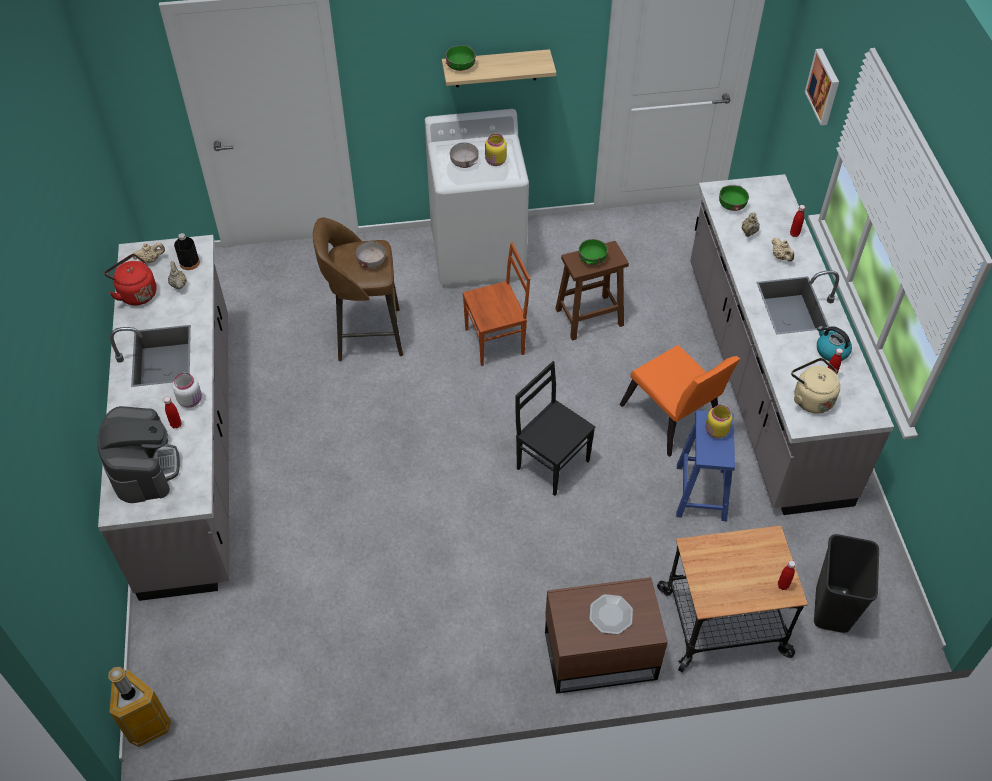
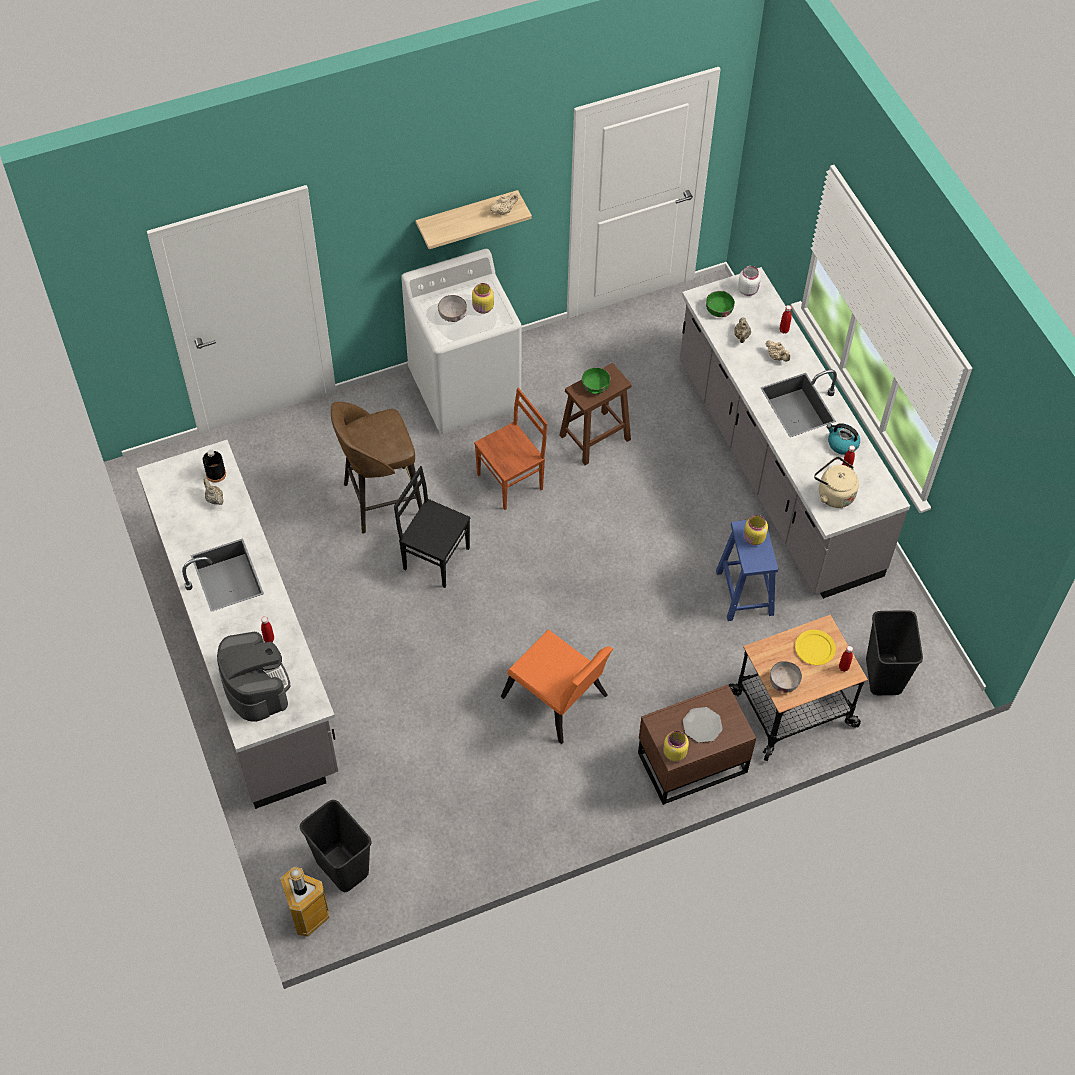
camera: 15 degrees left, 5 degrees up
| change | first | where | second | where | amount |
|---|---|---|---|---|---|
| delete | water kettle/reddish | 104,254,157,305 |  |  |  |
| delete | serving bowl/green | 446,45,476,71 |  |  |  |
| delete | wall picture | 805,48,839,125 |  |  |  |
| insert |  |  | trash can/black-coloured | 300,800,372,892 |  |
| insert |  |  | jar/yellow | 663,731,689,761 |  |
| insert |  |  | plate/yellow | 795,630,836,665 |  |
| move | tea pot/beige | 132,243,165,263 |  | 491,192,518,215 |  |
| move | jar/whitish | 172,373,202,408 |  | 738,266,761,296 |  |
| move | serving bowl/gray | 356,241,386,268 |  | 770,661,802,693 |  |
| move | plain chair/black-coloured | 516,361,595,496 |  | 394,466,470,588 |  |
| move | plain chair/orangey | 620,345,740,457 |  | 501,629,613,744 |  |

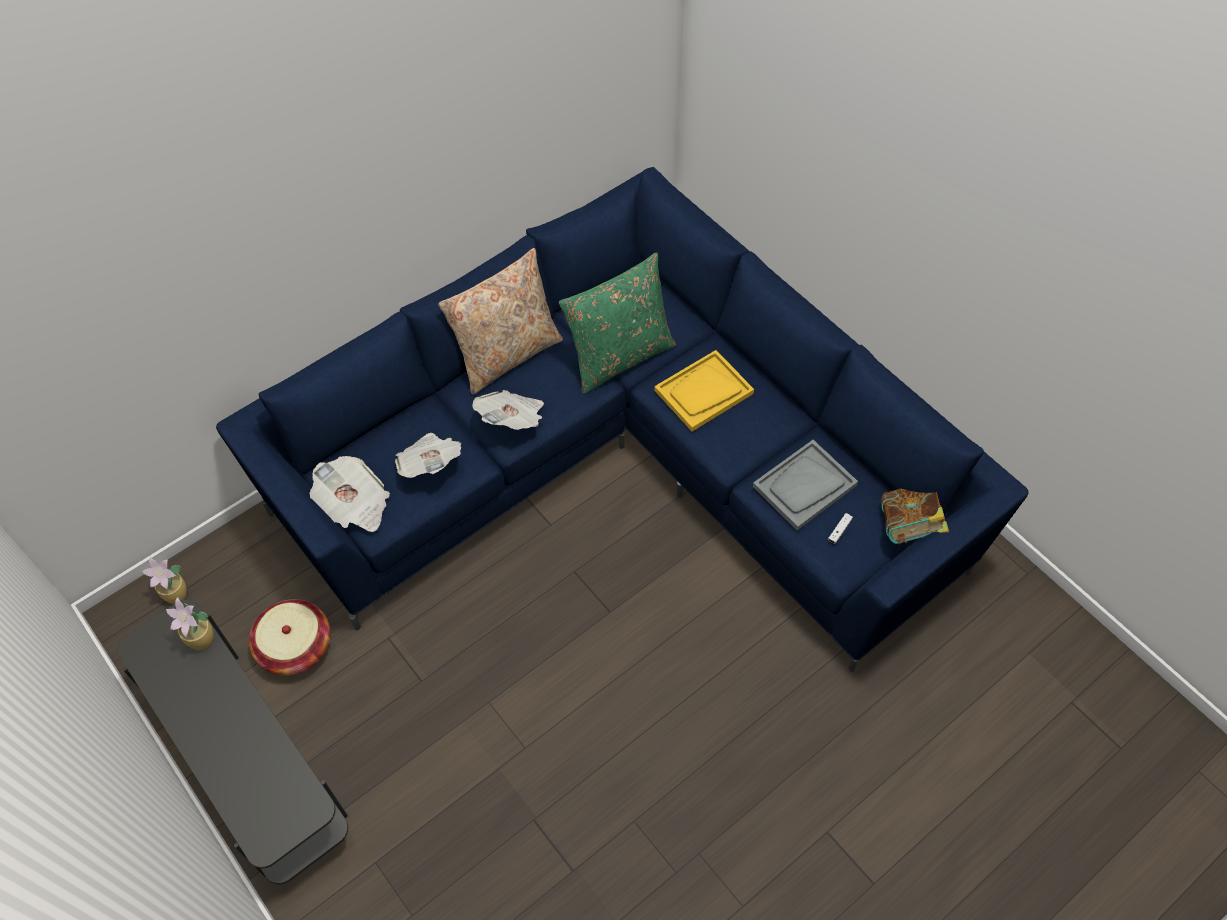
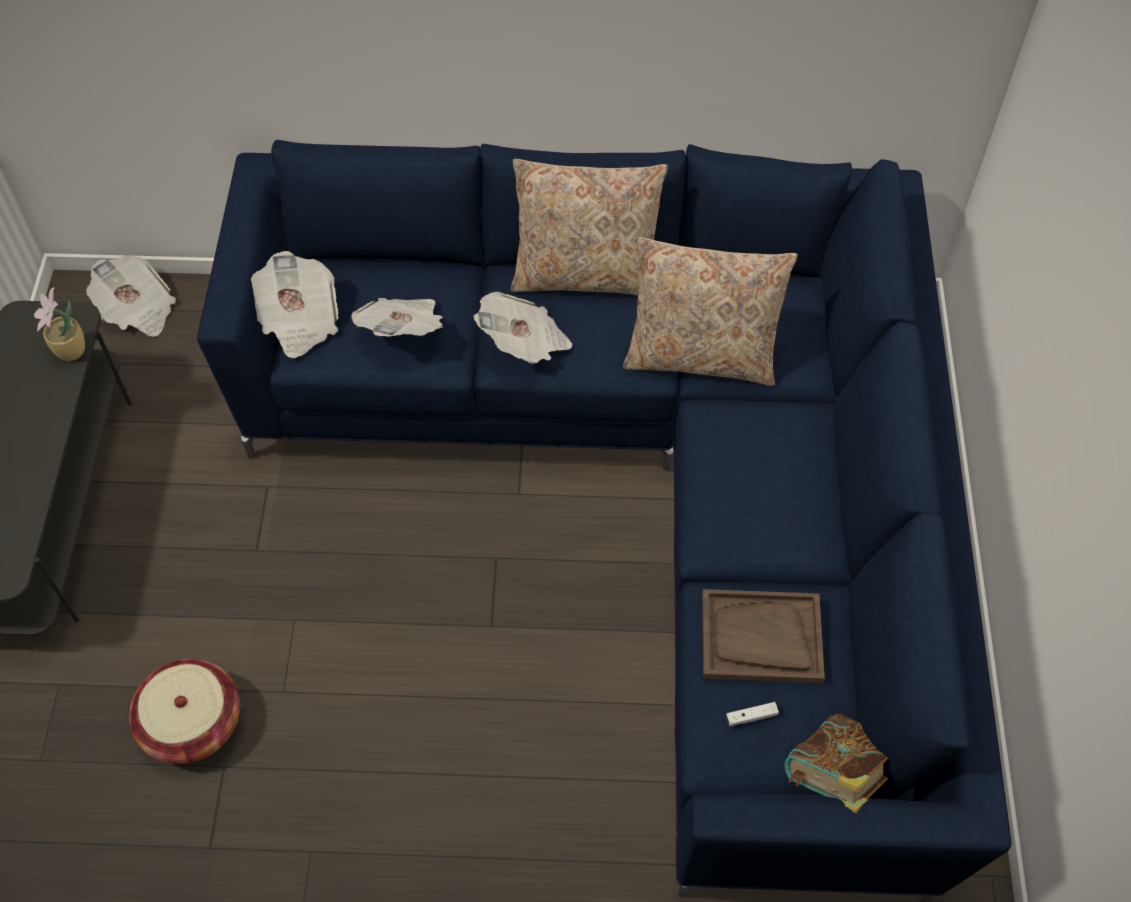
camera: 40 degrees right, 0 degrees up
| change | first | where | second | where | amount |
|---|---|---|---|---|---|
| delete | carrying tray/yellow | 655,350,754,432 |  |  |  |
| move | household basket | 249,599,331,676 |  | 129,659,240,764 |  |
| replace | plant in a pot | 142,557,187,604 | daily paper | 86,255,176,337 |  |
| recolor | throw pillow/green | 559,252,676,394 | throw pillow/beige | 623,237,798,386 |  |
| recolor | carrying tray/gray | 753,440,858,530 | carrying tray/brown-coloured | 702,589,825,683 |  |

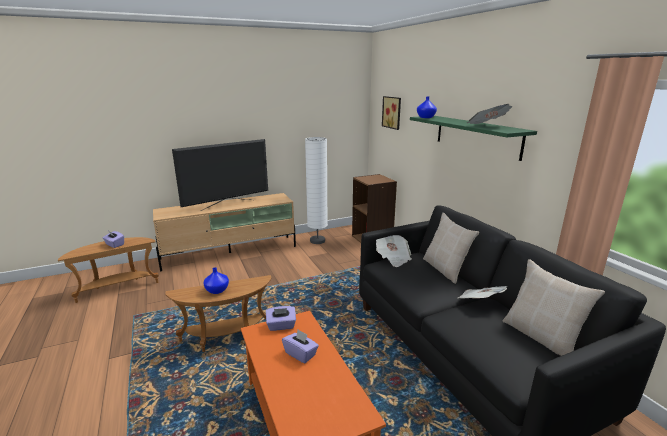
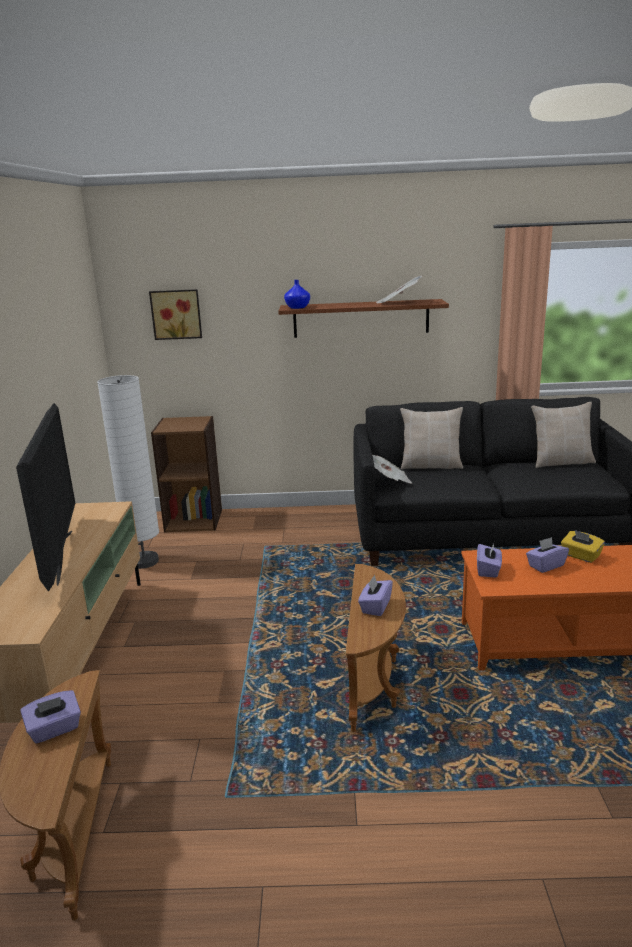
camera: 65 degrees left, 0 degrees up
| change | first | where | second | where | amount |
|---|---|---|---|---|---|
| delete | daily paper | 458,286,507,299 |  |  |  |
| insert |  |  | tissue box/yellow | 561,530,605,563 |  |
| replace | vase/bluish | 203,267,229,294 | tissue box/purple | 358,575,393,616 |  |
| recolor | wall shelf/green | 410,116,537,161 | wall shelf/brown-coloured | 278,299,449,338 |  |

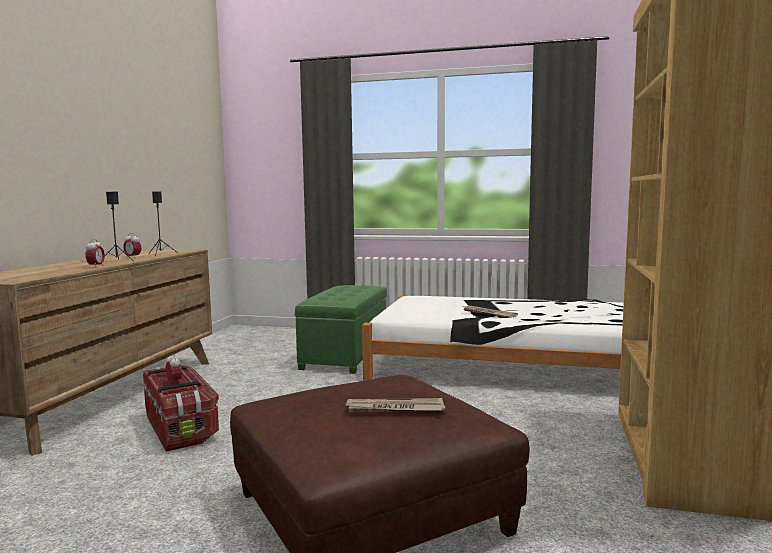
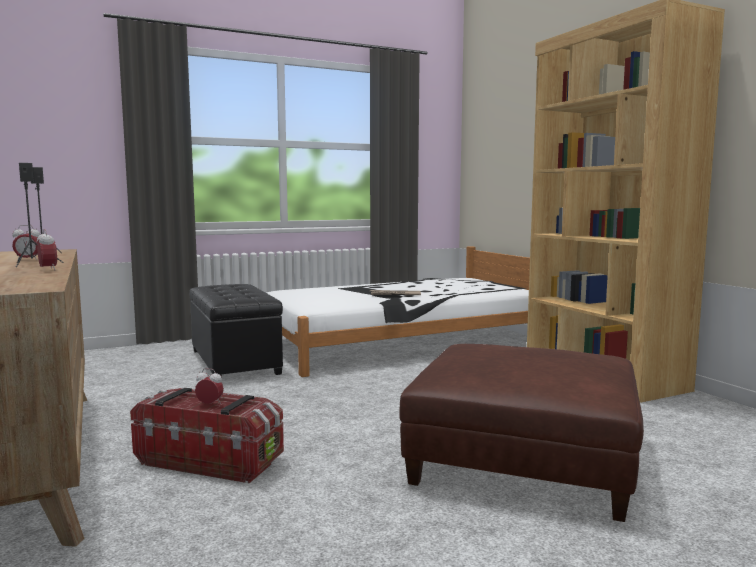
camera: 40 degrees left, 0 degrees up
| change | first | where | second | where | amount |
|---|---|---|---|---|---|
| delete | daily paper | 345,398,445,412 |  |  |  |
| recolor | ottoman/green | 295,285,387,374 | ottoman/black-coloured | 189,284,283,378 |  |

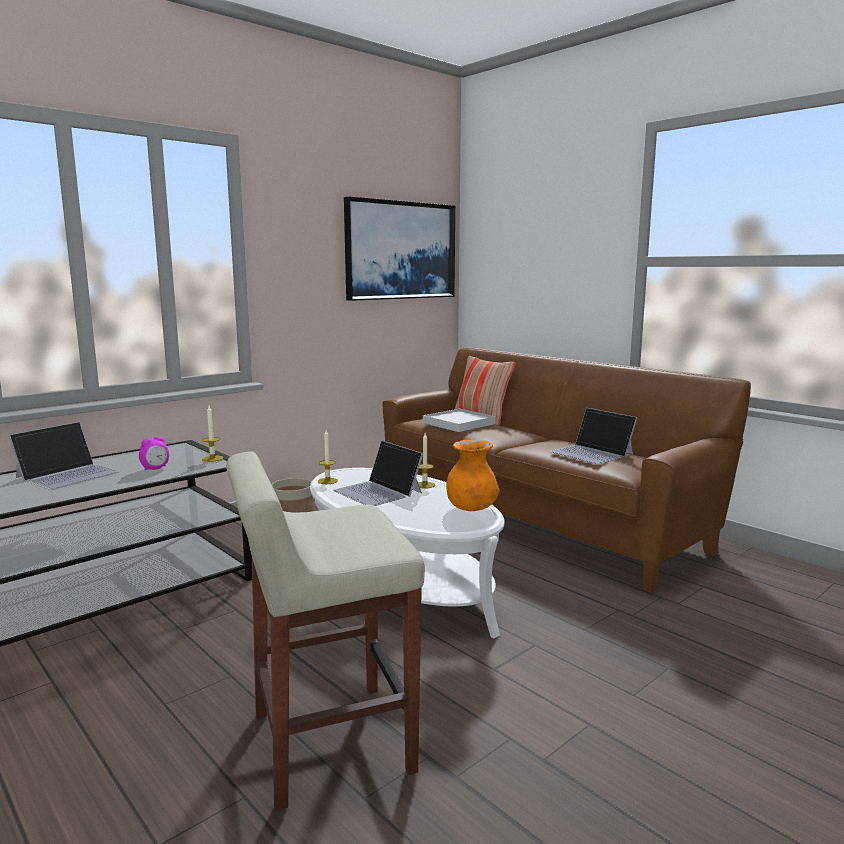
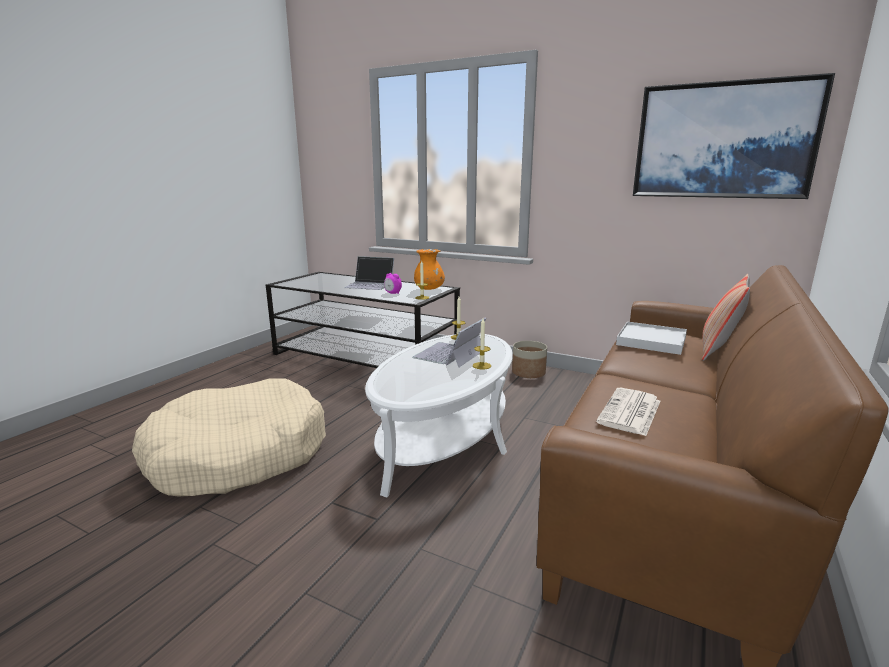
camera: 70 degrees right, 5 degrees up
| change | first | where | second | where | amount |
|---|---|---|---|---|---|
| move | vase/orangey | 446,439,500,511 |  | 414,249,445,290 |  |
| replace | stool seat/beige | 226,451,425,811 | dog cushion/beige | 132,378,326,496 |  |
| replace | portable computer | 550,408,638,464 | daily paper | 596,388,660,436 |  |

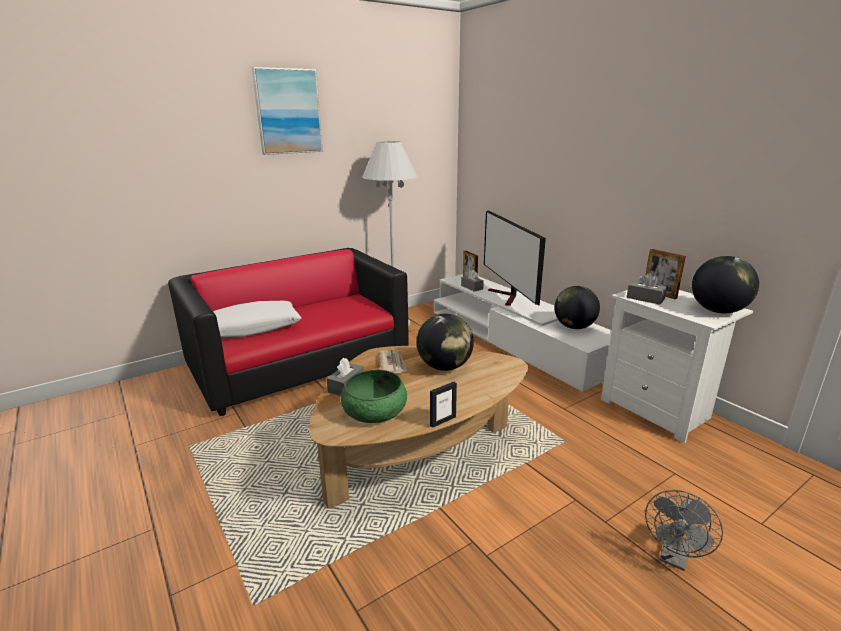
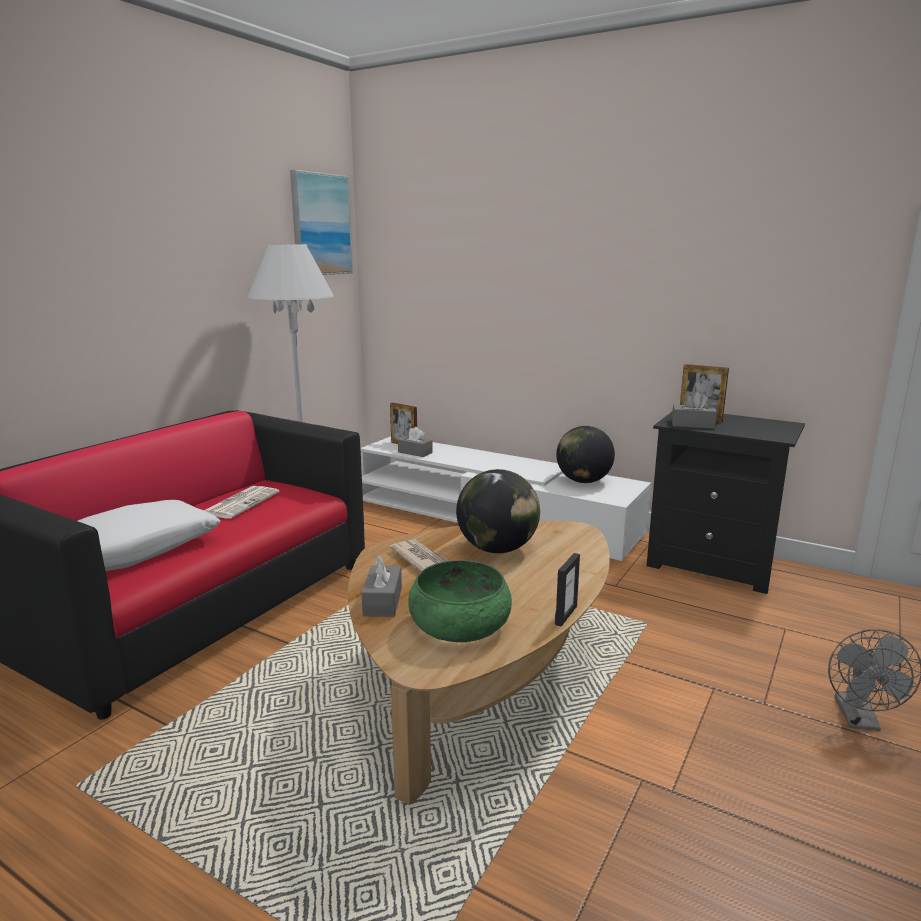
camera: 25 degrees left, 5 degrees down
| change | first | where | second | where | amount |
|---|---|---|---|---|---|
| delete | TV set | 484,210,546,306 |  |  |  |
| delete | globe | 692,256,759,313 |  |  |  |
| insert |  |  | daily paper | 204,486,279,519 |  |
| move | wall picture | 252,67,323,155 |  | 290,170,353,275 |  |
| recolor | nightstand/whitish | 601,290,753,443 | nightstand/black-coloured | 647,412,805,594 |  |

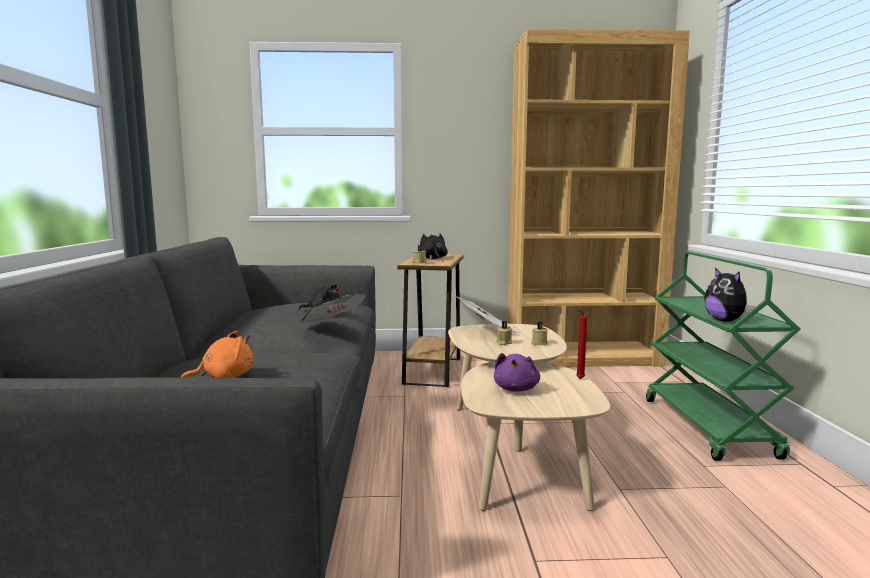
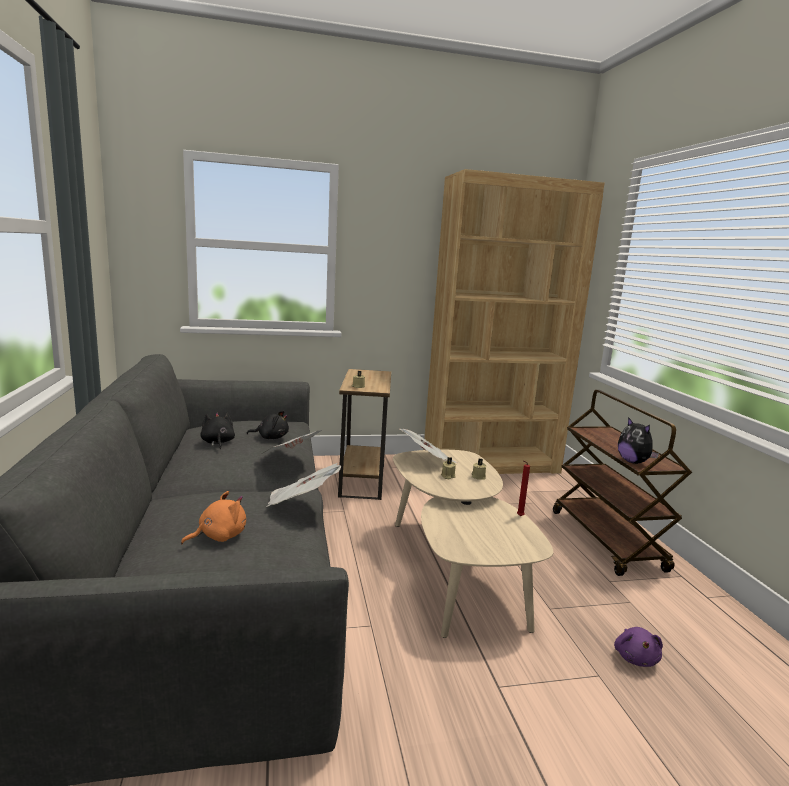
camera: 10 degrees left, 5 degrees up
| change | first | where | second | where | amount |
|---|---|---|---|---|---|
| insert |  |  | daily paper | 266,463,341,507 |  |
| move | plush toy/black-coloured | 420,233,448,259 |  | 200,413,235,449 |  |
| move | plush toy/purple | 494,353,540,392 |  | 614,627,663,667 |  |
| recolor | wheeled cart/green | 646,252,800,461 | wheeled cart/brown-coloured | 553,390,692,576 |  |

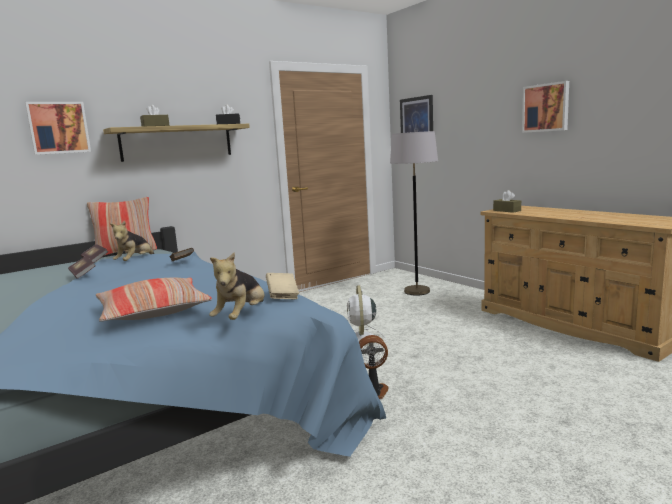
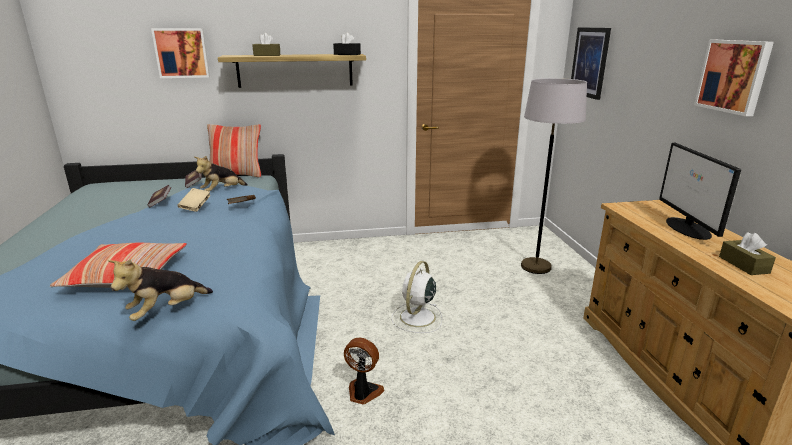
camera: 25 degrees right, 10 degrees up
| change | first | where | second | where | amount |
|---|---|---|---|---|---|
| insert |  |  | computer display | 659,143,741,240 |  |
| move | book/beige | 266,273,299,299 |  | 178,188,210,212 |  |
| move | tissue box/brown-coloured | 493,190,521,213 |  | 719,232,776,275 |  |

